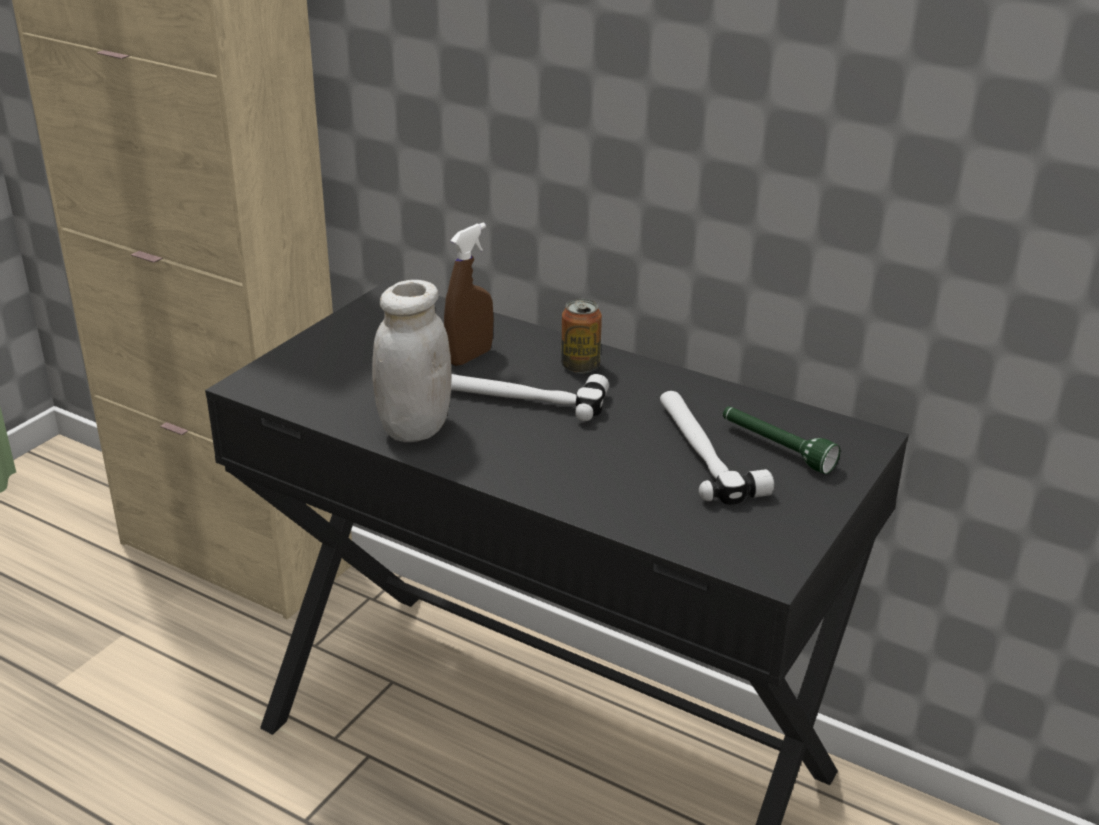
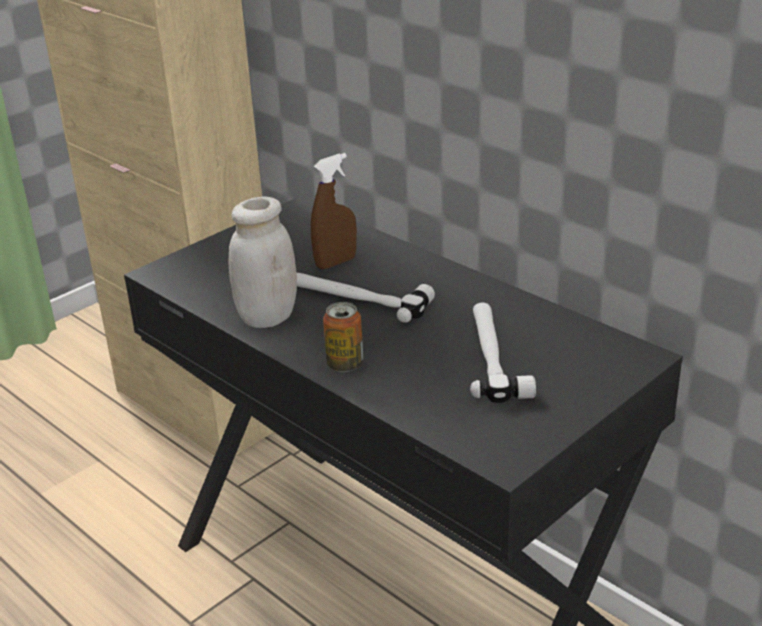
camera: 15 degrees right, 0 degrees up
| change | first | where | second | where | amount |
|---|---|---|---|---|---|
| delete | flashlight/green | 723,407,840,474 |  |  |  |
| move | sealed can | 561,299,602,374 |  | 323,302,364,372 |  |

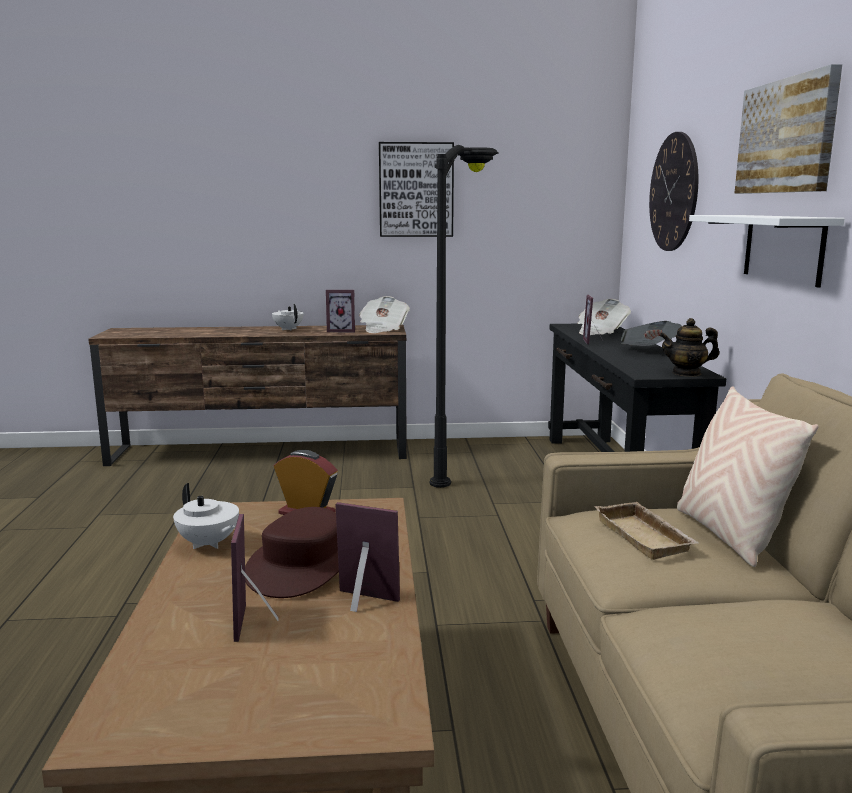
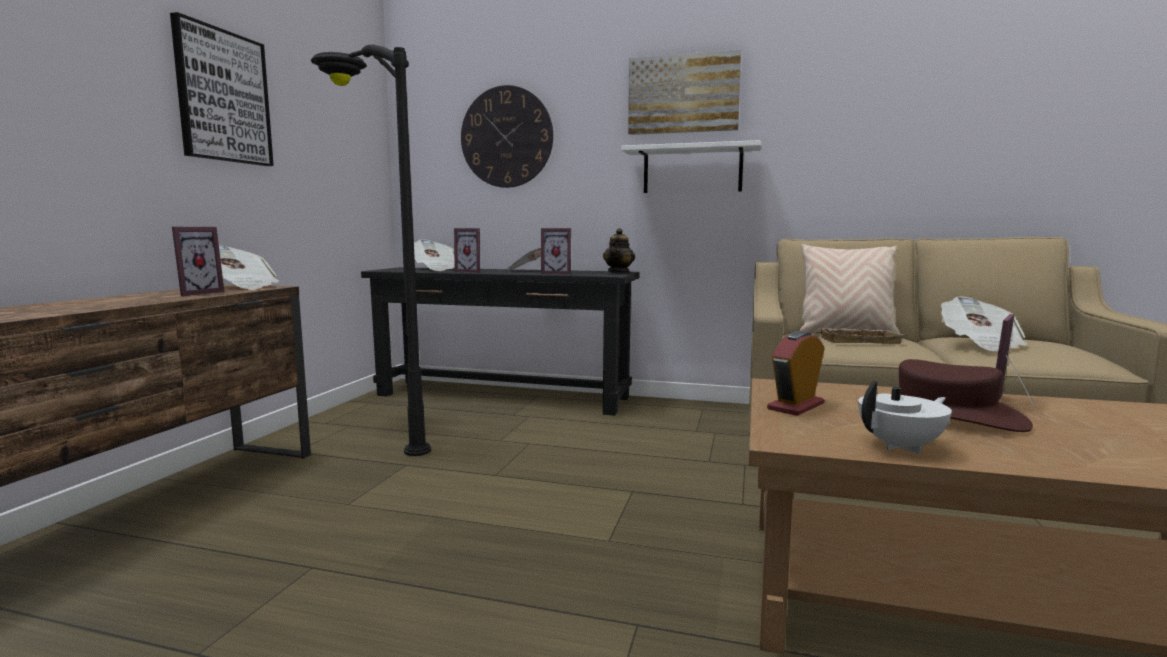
camera: 70 degrees left, 5 degrees down
| change | first | where | second | where | amount |
|---|---|---|---|---|---|
| delete | tea pot/whitish | 272,304,304,331 |  |  |  |
| insert |  |  | daily paper | 941,296,1027,352 |  |
| move | standing frame | 231,514,279,642 |  | 541,228,571,275 |  |

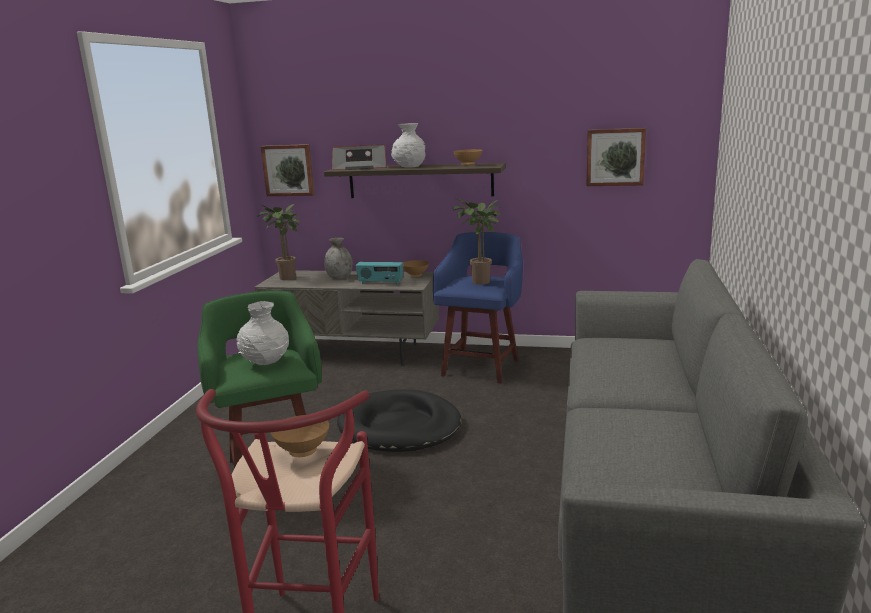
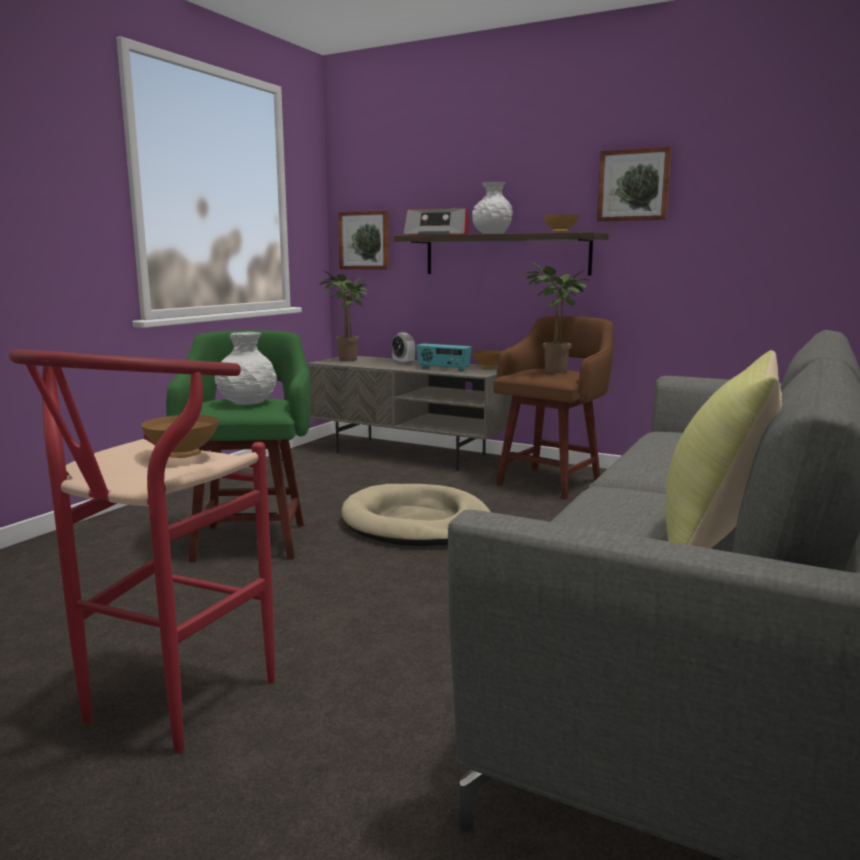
camera: 15 degrees right, 5 degrees down
| change | first | where | second | where | amount |
|---|---|---|---|---|---|
| insert |  |  | throw pillow/yellow | 665,350,782,549 |  |
| move | wall picture | 586,128,646,186 |  | 597,146,672,222 |  |
| replace | vase/gray | 324,238,353,279 | bedside clock | 391,332,415,364 |  |
| recolor | dog cushion/black-coloured | 337,390,461,452 | dog cushion/beige | 341,484,491,546 |  |
| recolor | stool seat/bluish | 433,232,523,384 | stool seat/brown-coloured | 493,316,613,500 |  |

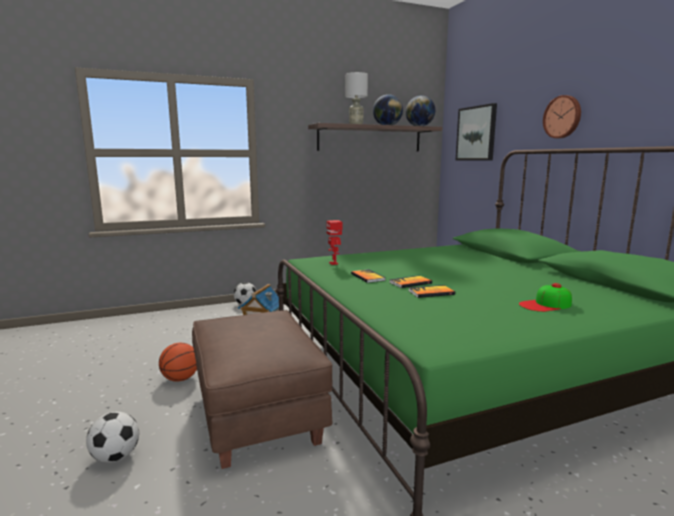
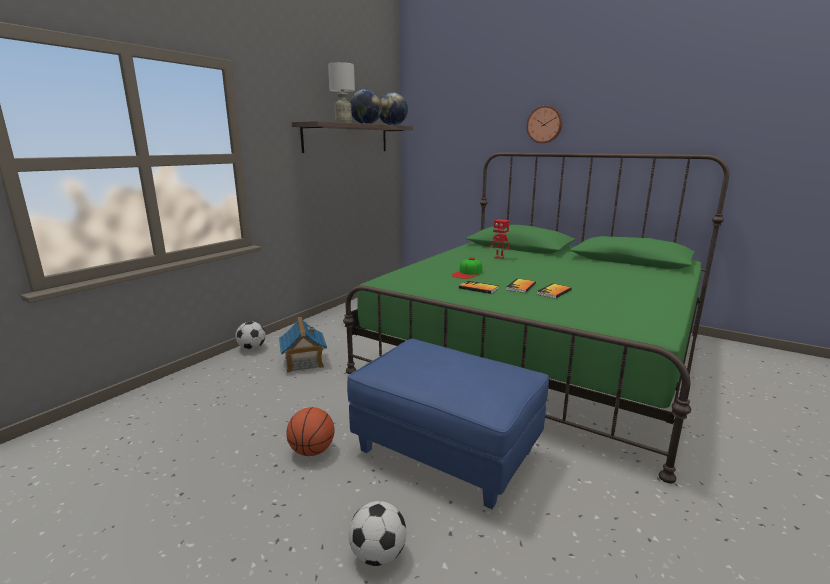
camera: 35 degrees left, 5 degrees up
| change | first | where | second | where | amount |
|---|---|---|---|---|---|
| delete | wall picture | 456,103,497,161 |  |  |  |
| move | robot figure | 326,220,343,265 |  | 490,219,510,259 |  |
| move | cap | 519,283,572,312 |  | 452,257,482,279 |  |
| recolor | ottoman/brown-coloured | 192,310,333,469 | ottoman/bluish | 347,339,549,509 |  |

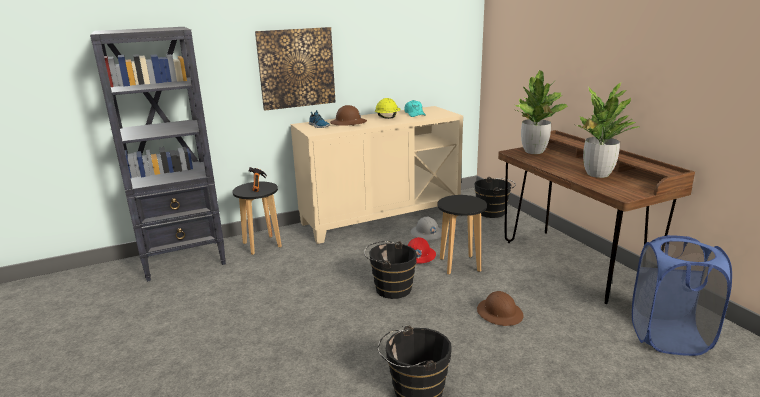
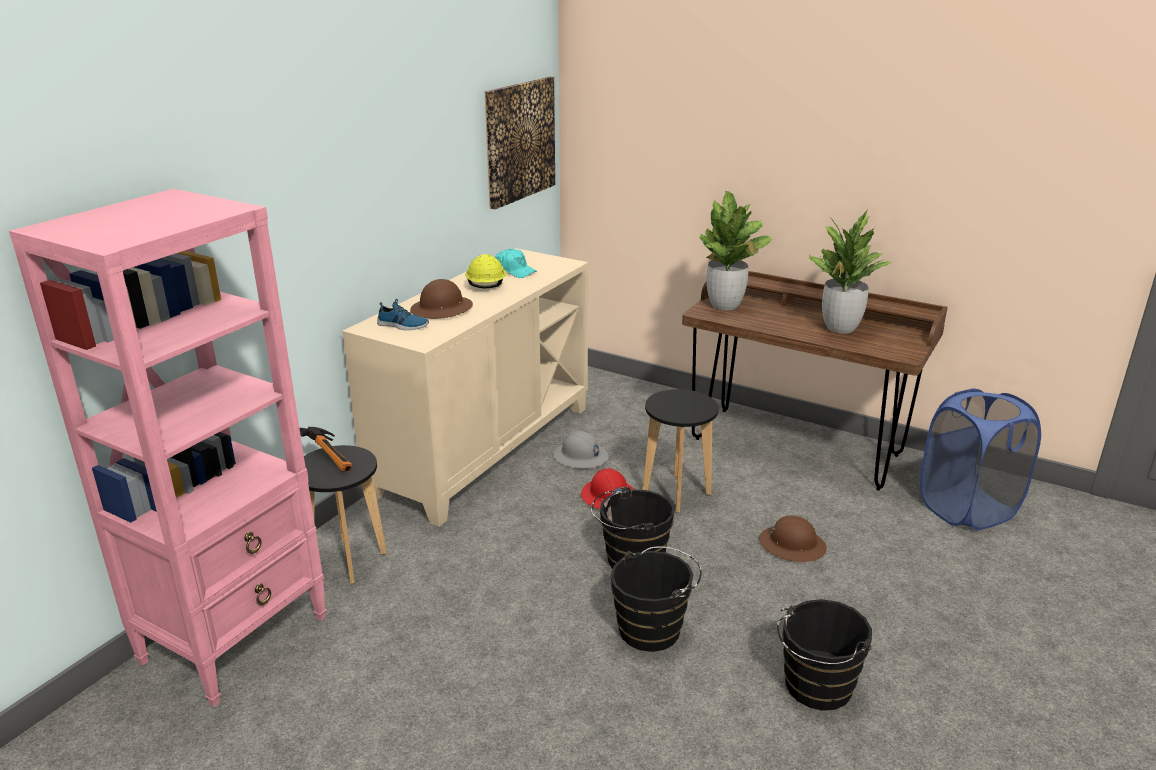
camera: 35 degrees left, 5 degrees up
| change | first | where | second | where | amount |
|---|---|---|---|---|---|
| move | wall picture | 255,27,335,110 |  | 484,77,555,209 |  |
| move | pail/black-coloured | 474,177,516,218 |  | 610,546,702,652 |  |
| recolor | bookshelf/black-coloured | 90,27,226,282 | bookshelf/pink-coloured | 9,189,327,707 |  |

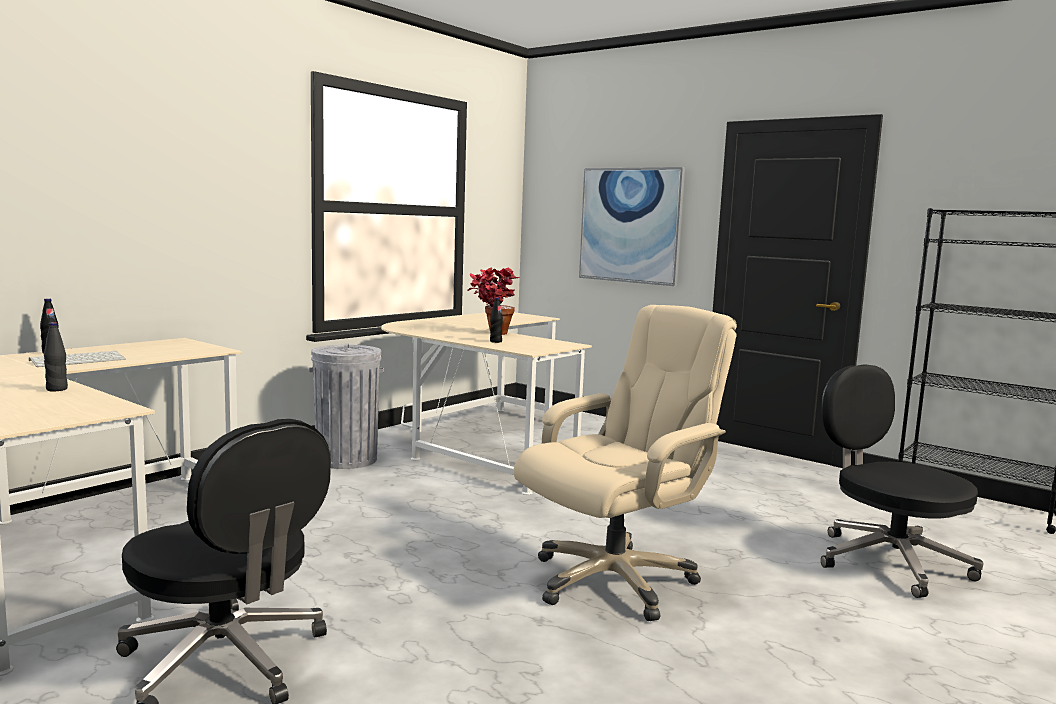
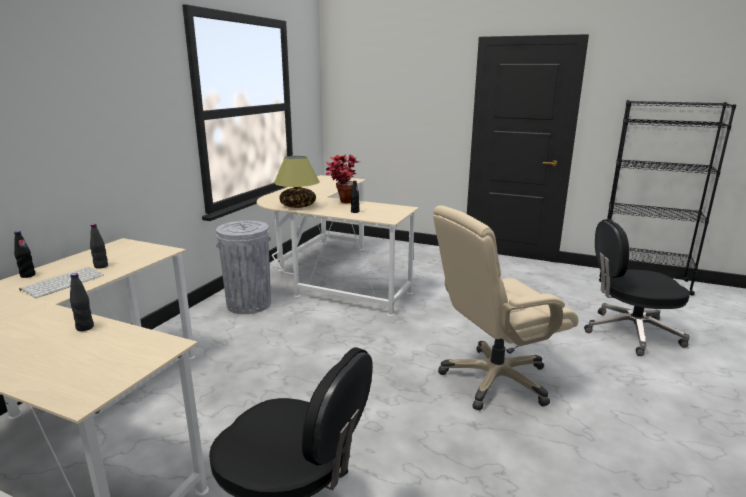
camera: 15 degrees left, 10 degrees up
| change | first | where | second | where | amount |
|---|---|---|---|---|---|
| delete | wall picture | 579,167,685,286 |  |  |  |
| insert |  |  | drink bottle/black-coloured | 90,224,108,269 |  |
| insert |  |  | lamp for a table | 274,156,320,208 |  |
| rotate | desk chair/beige | 514,305,737,621 |  | 433,205,579,411 | 150 degrees counterclockwise |
| rotate | desk chair/black-coloured | 821,364,984,598 |  | 584,219,690,356 | 45 degrees counterclockwise |

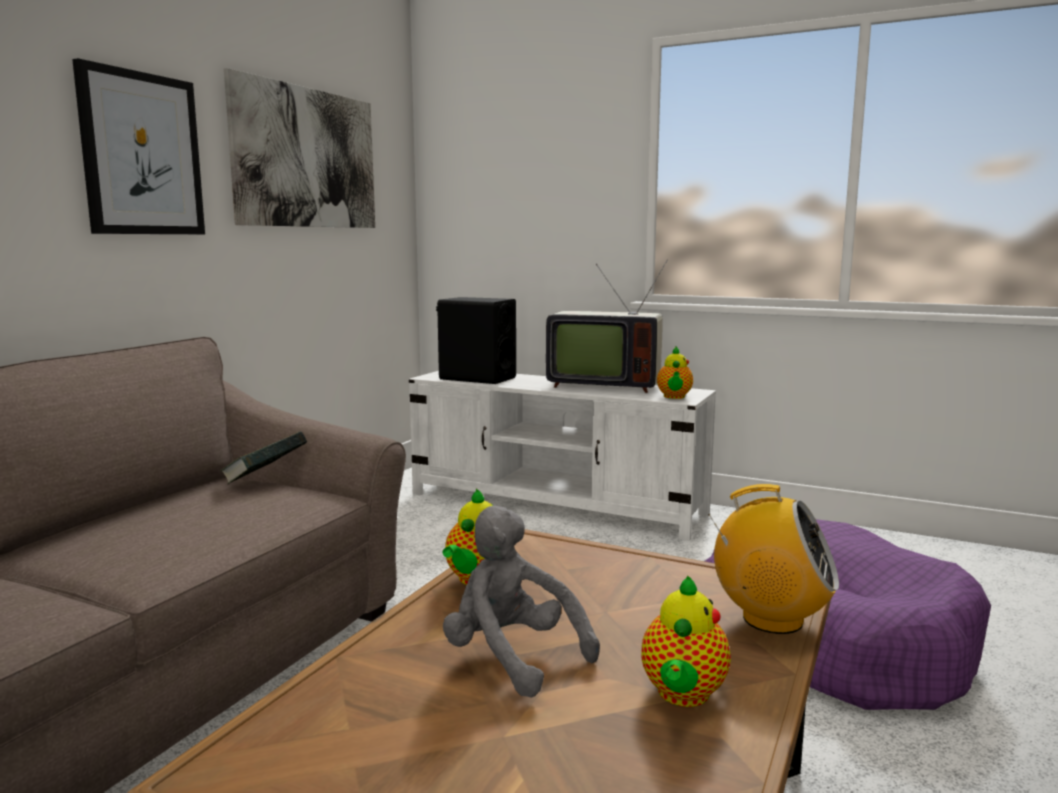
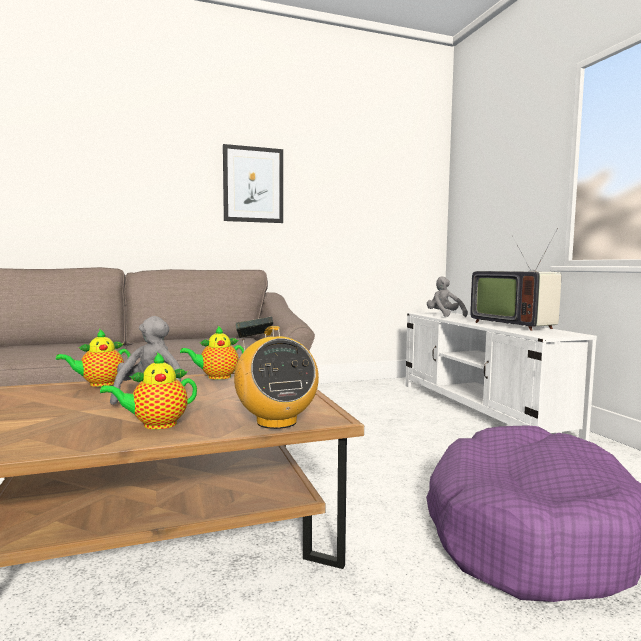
camera: 45 degrees right, 5 degrees down
| change | first | where | second | where | amount |
|---|---|---|---|---|---|
| delete | wall picture | 224,68,375,228 |  |  |  |
| move | tea pot | 657,346,693,399 |  | 56,329,131,387 |  |
| replace | speaker/black-coloured | 436,297,516,384 | plush toy/gray | 427,276,468,317 |  |

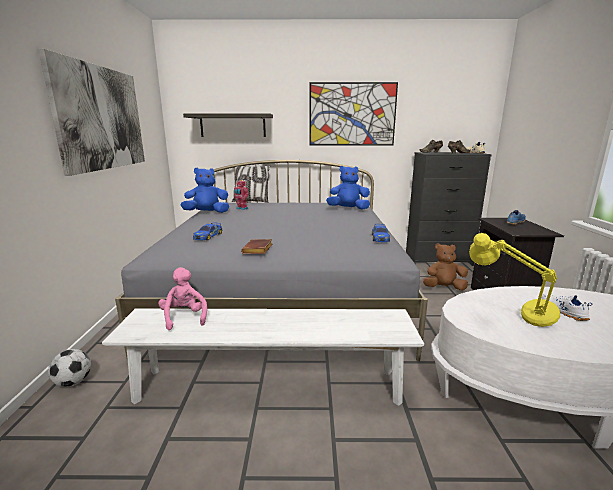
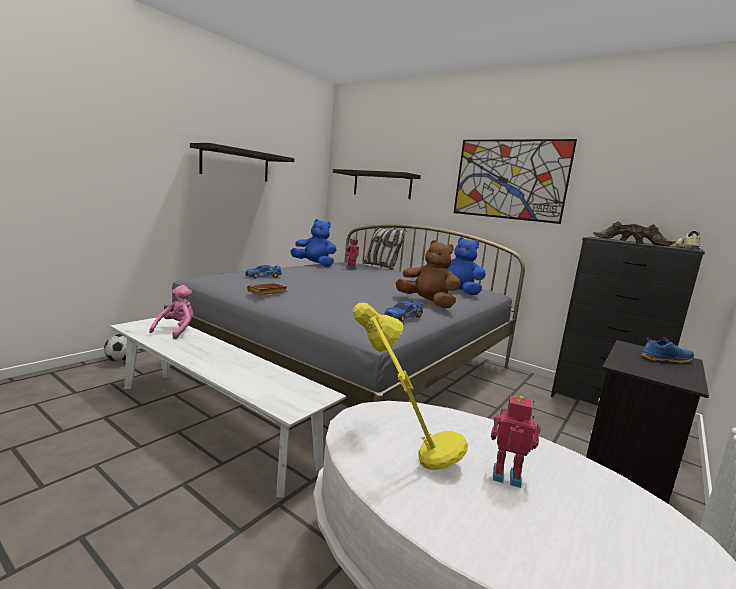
camera: 35 degrees right, 5 degrees down
| change | first | where | second | where | amount |
|---|---|---|---|---|---|
| move | plush toy/brown-coloured | 423,243,468,290 |  | 396,240,460,308 |  |
| replace | wall picture | 38,49,145,176 | wall shelf | 190,143,294,181 |  |
| replace | low shoe/whitish | 542,293,592,321 | robot figure | 491,395,541,488 |  |

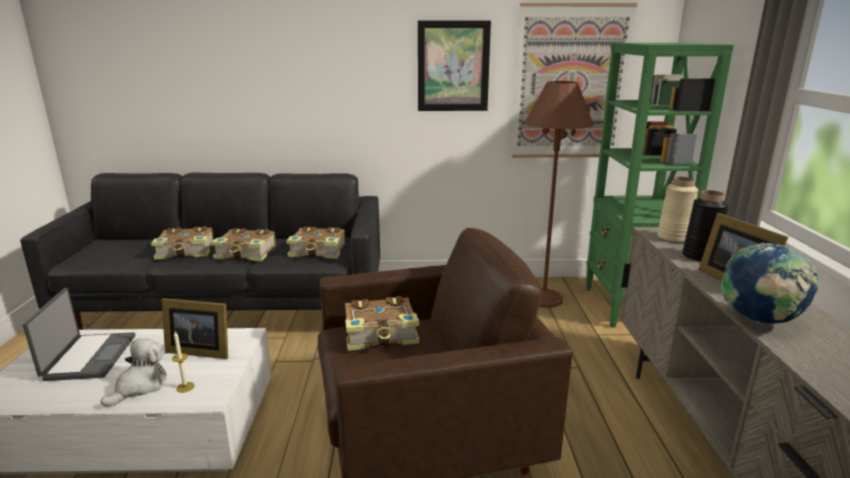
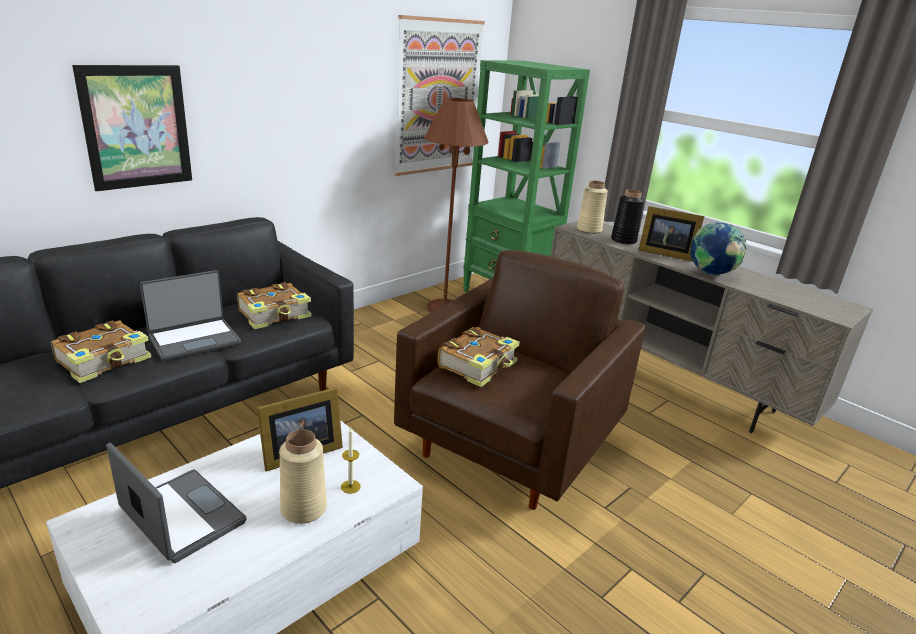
camera: 45 degrees left, 5 degrees up
| change | first | where | second | where | amount |
|---|---|---|---|---|---|
| move | wall picture | 418,20,491,111 |  | 72,65,192,191 |  |
| replace | plush toy | 101,338,166,407 | vase/beige | 279,430,327,524 |  |
| replace | book | 211,228,276,261 | portable computer | 140,270,241,361 |  |

